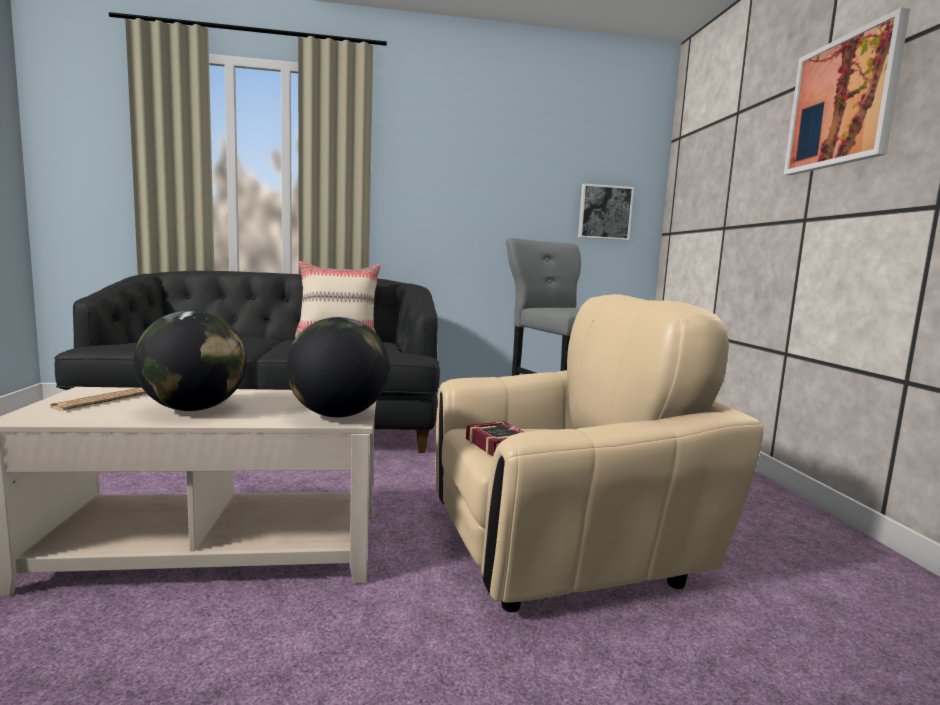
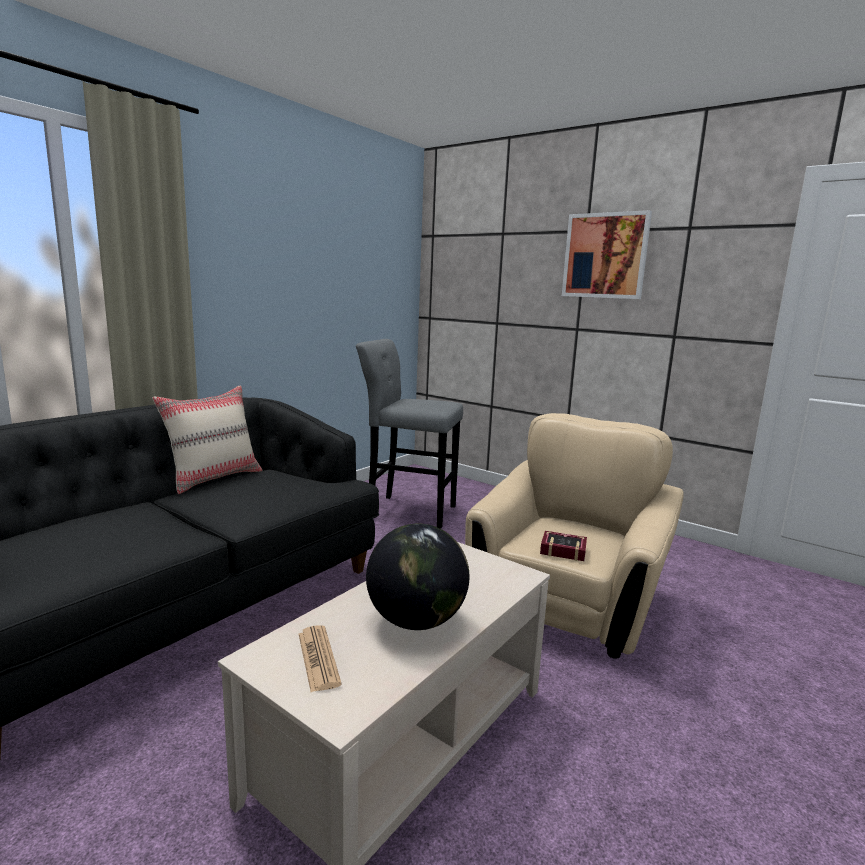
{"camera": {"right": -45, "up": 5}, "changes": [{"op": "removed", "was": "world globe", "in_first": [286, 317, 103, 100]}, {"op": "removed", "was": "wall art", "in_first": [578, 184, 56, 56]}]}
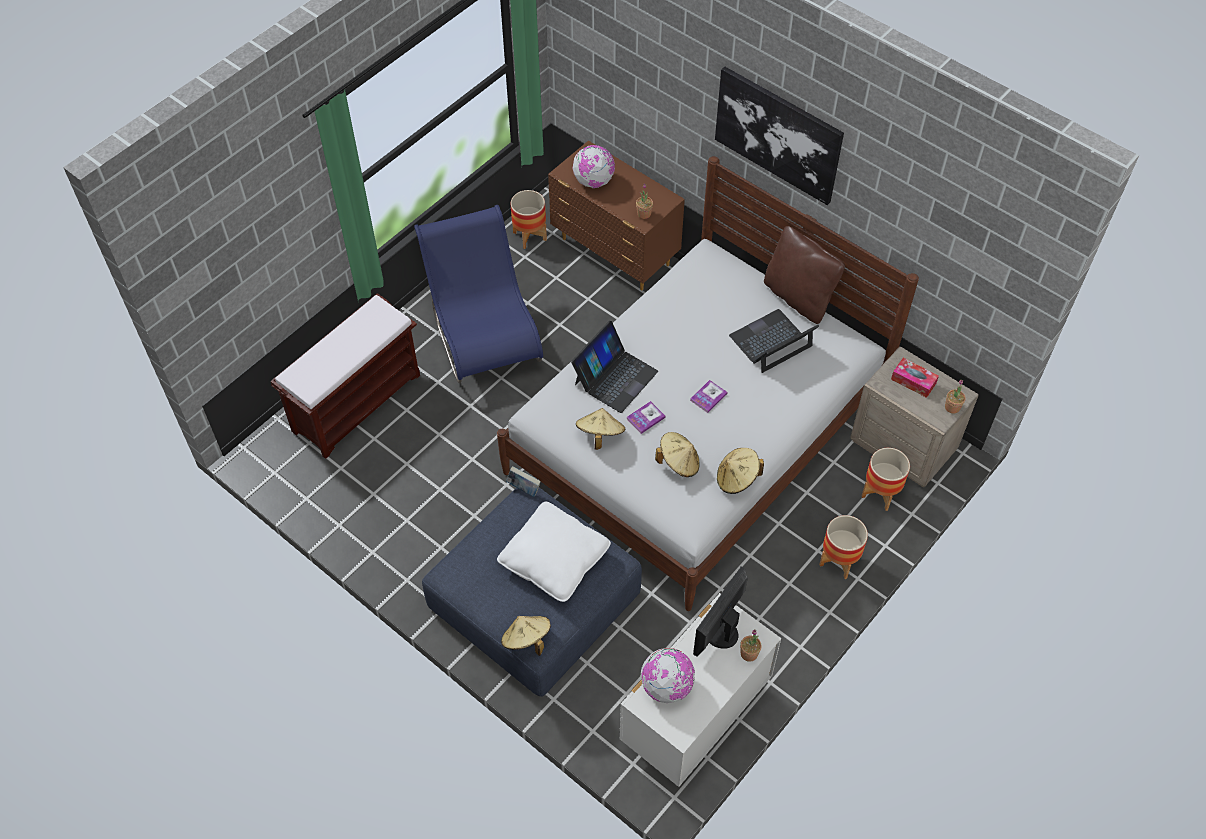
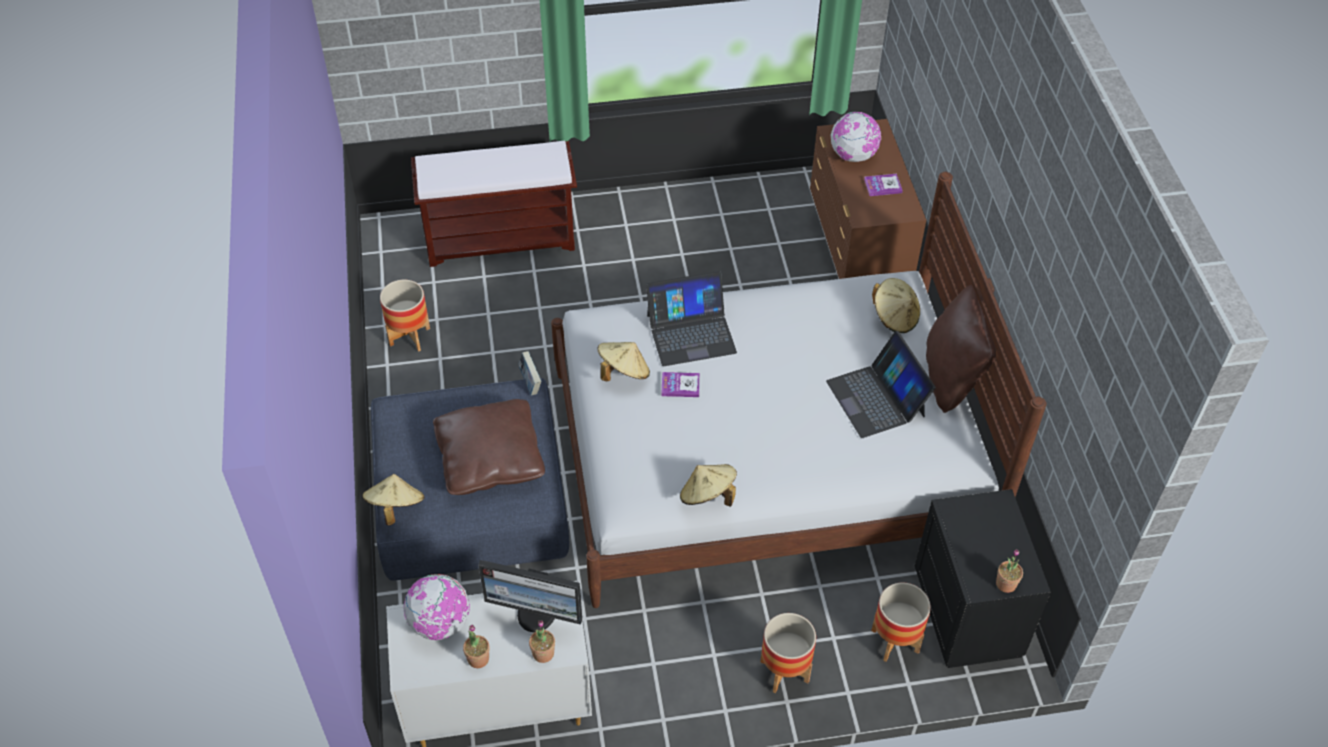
{"camera": {"right": 40, "up": -5}, "changes": [{"op": "removed", "was": "blue-coloured plain chair", "in_first": [414, 205, 129, 178]}, {"op": "recoloured", "was": "white-coloured throw pillow", "now": "brown-coloured throw pillow", "in_first": [497, 502, 114, 100], "in_second": [433, 399, 112, 96]}, {"op": "moved", "was": "plant pot", "in_first": [510, 190, 37, 59], "in_second": [380, 280, 50, 72]}, {"op": "moved", "was": "potted plant", "in_first": [636, 184, 17, 35], "in_second": [463, 625, 26, 43]}, {"op": "moved", "was": "beige wearable hat", "in_first": [655, 432, 45, 45], "in_second": [872, 278, 48, 55]}, {"op": "moved", "was": "volume", "in_first": [690, 380, 37, 33], "in_second": [864, 174, 39, 22]}, {"op": "turned", "was": "computer display", "in_first": [693, 567, 55, 89], "in_second": [478, 560, 104, 72], "clockwise": -150}, {"op": "removed", "was": "wall art", "in_first": [715, 67, 129, 138]}, {"op": "turned", "was": "notebook computer", "in_first": [729, 309, 90, 64], "in_second": [826, 331, 110, 107], "clockwise": -120}, {"op": "recoloured", "was": "beige bedside table", "now": "black-coloured bedside table", "in_first": [850, 346, 129, 142], "in_second": [915, 489, 136, 179]}, {"op": "removed", "was": "tissue holder", "in_first": [891, 358, 48, 40]}]}
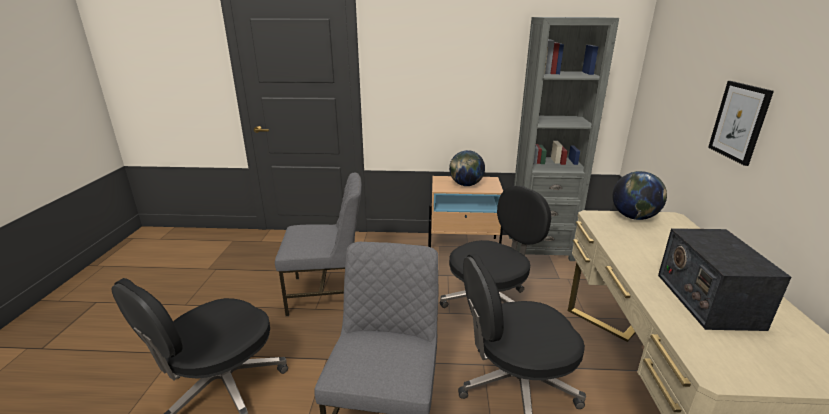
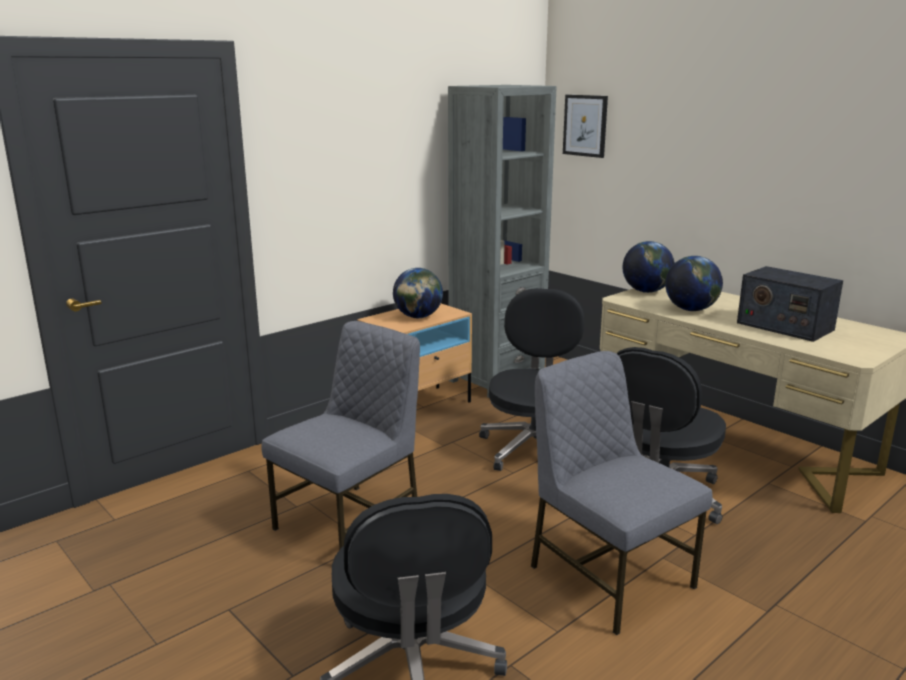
{"camera": {"right": -45, "up": -5}, "changes": [{"op": "moved", "was": "wall art", "in_first": [708, 81, 66, 85], "in_second": [563, 95, 45, 63]}, {"op": "added", "now": "world globe", "in_second": [665, 256, 58, 55]}]}
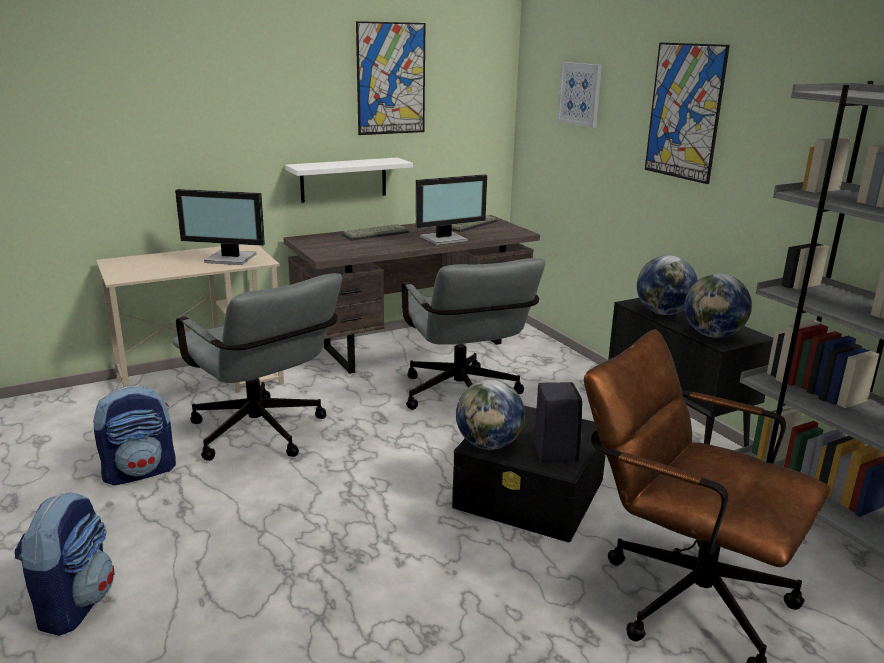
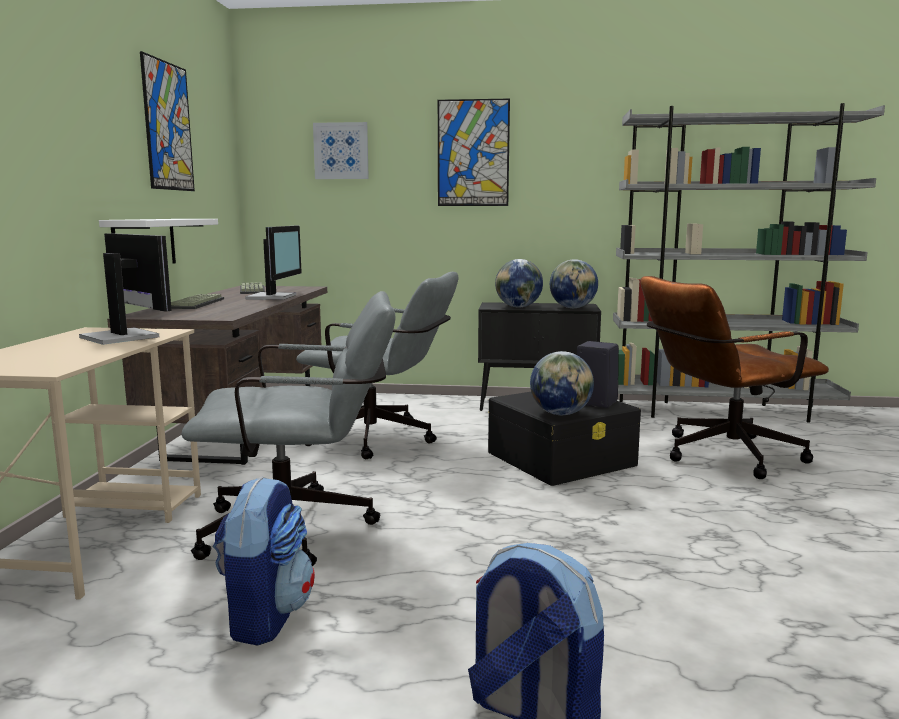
{"camera": {"right": -55, "up": -10}, "changes": [{"op": "turned", "was": "computer display", "in_first": [175, 189, 90, 76], "in_second": [79, 233, 93, 112], "clockwise": -90}]}
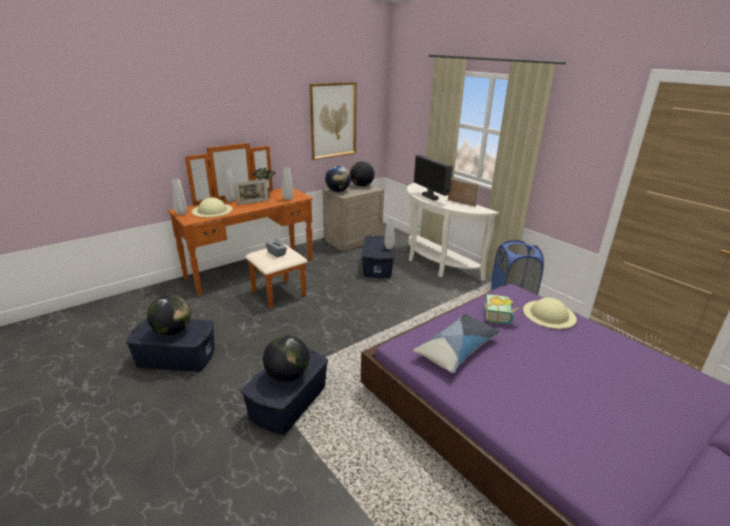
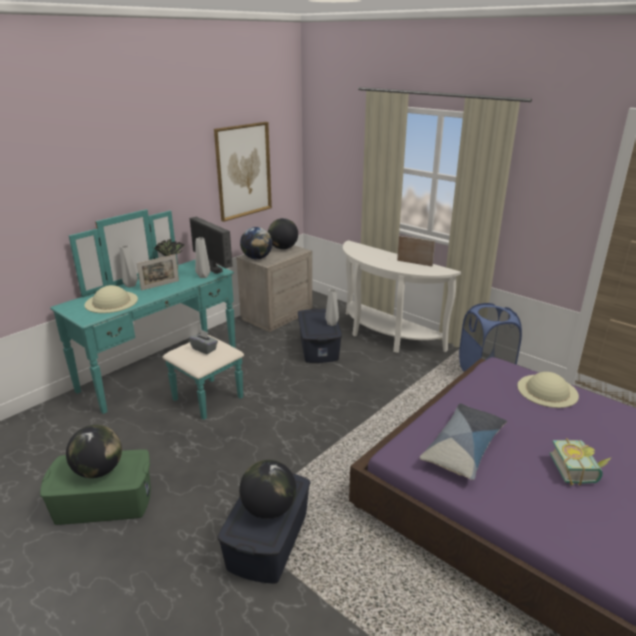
{"camera": {"right": -10, "up": 0}, "changes": [{"op": "recoloured", "was": "blue-coloured storage box", "now": "green-coloured storage box", "in_first": [126, 319, 89, 53], "in_second": [40, 449, 111, 76]}, {"op": "recoloured", "was": "brown-coloured dresser", "now": "turquoise dresser", "in_first": [168, 143, 145, 166], "in_second": [50, 209, 194, 211]}, {"op": "removed", "was": "grey vase", "in_first": [172, 179, 15, 36]}, {"op": "moved", "was": "computer display", "in_first": [414, 155, 39, 46], "in_second": [190, 217, 43, 57]}, {"op": "moved", "was": "volume", "in_first": [485, 294, 38, 30], "in_second": [550, 438, 62, 48]}]}
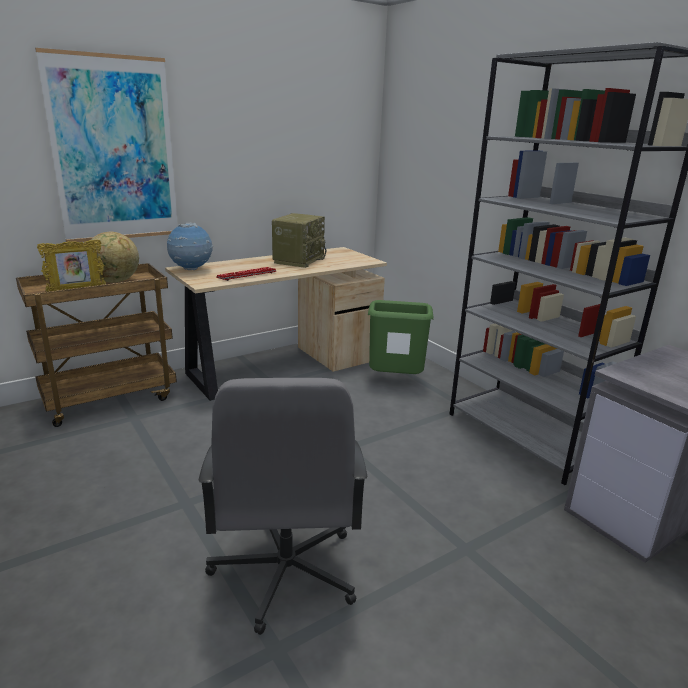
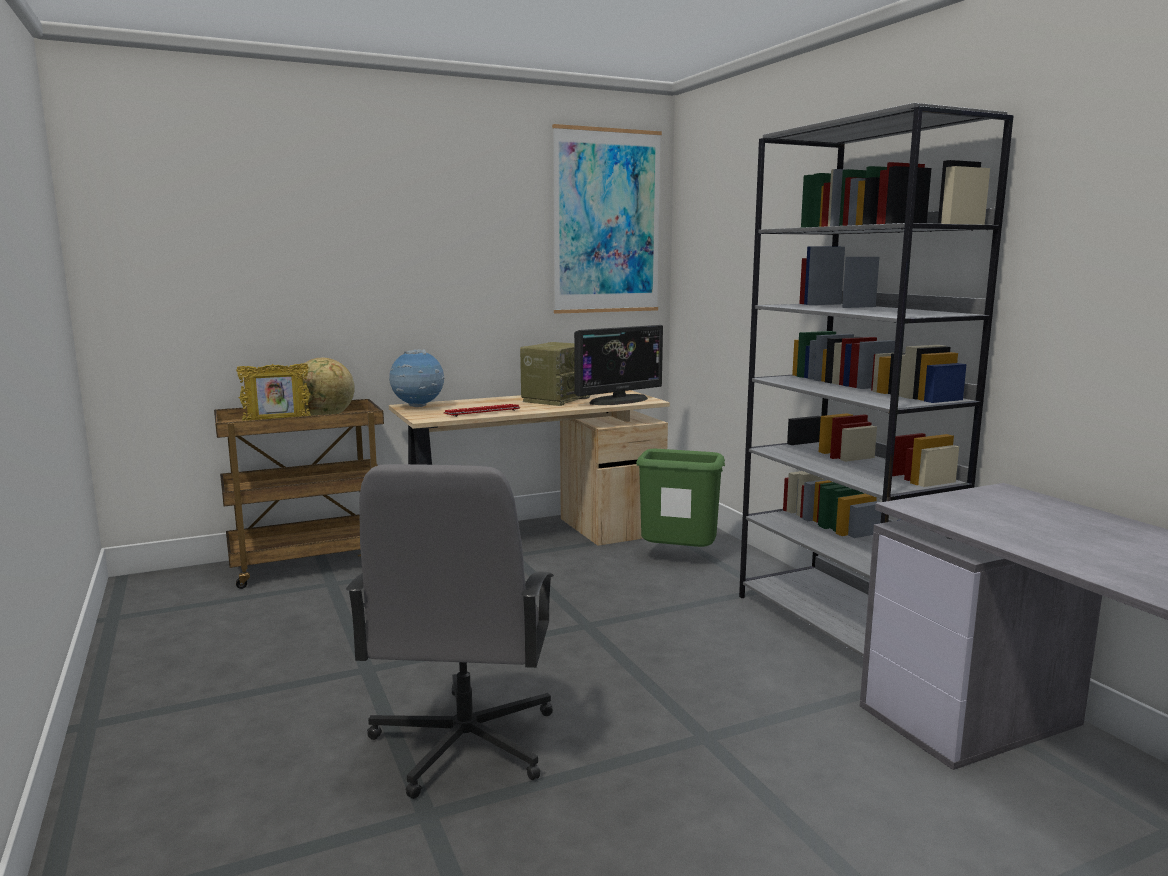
{"camera": {"right": 10, "up": -10}, "changes": [{"op": "moved", "was": "wall art", "in_first": [35, 48, 143, 194], "in_second": [552, 124, 110, 190]}, {"op": "added", "now": "computer display", "in_second": [574, 325, 89, 80]}]}
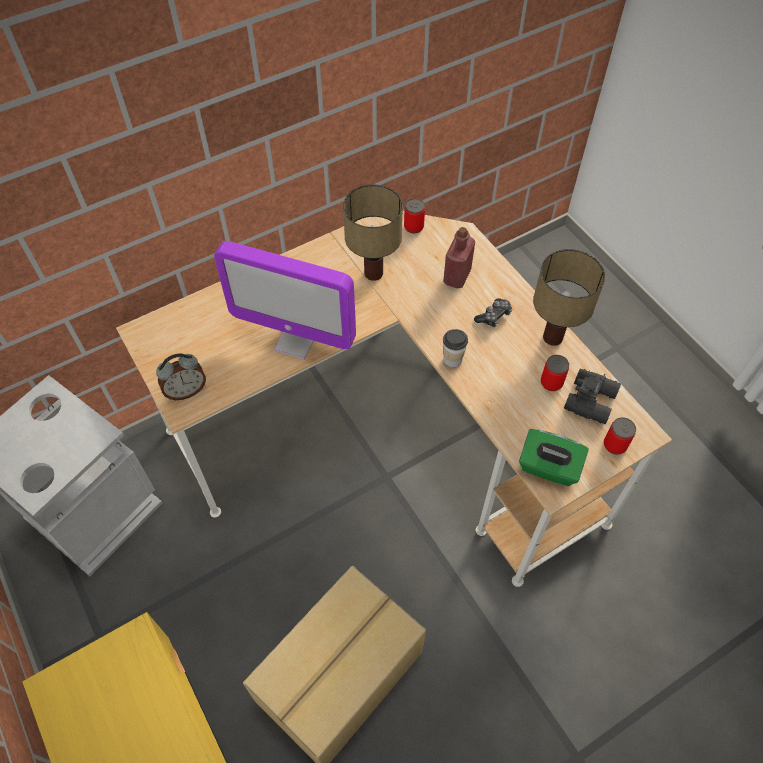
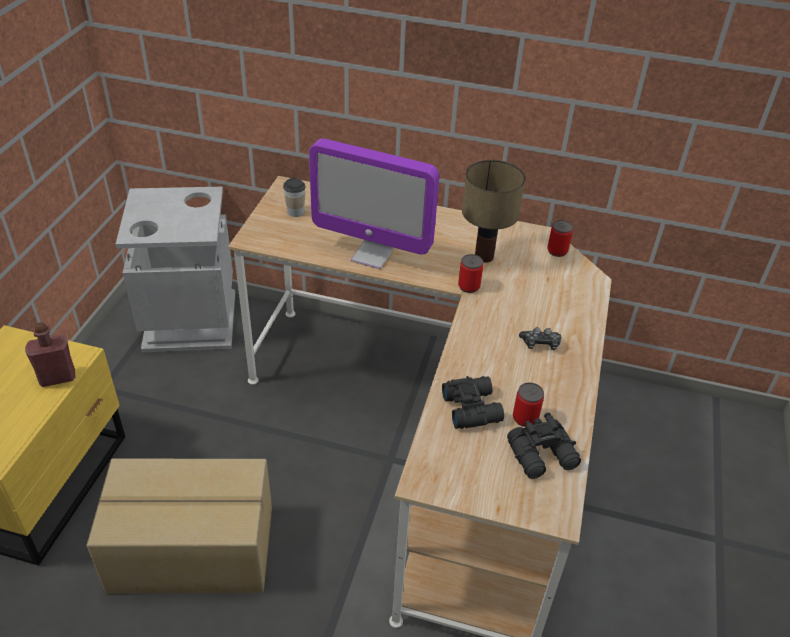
{"camera": {"right": 45, "up": -15}, "changes": [{"op": "removed", "was": "alarm clock", "in_first": [156, 353, 50, 47]}, {"op": "turned", "was": "computer display", "in_first": [214, 241, 142, 118], "in_second": [309, 138, 130, 131], "clockwise": -45}, {"op": "moved", "was": "reddish drink bottle", "in_first": [443, 227, 32, 61], "in_second": [25, 322, 51, 65]}, {"op": "moved", "was": "cup", "in_first": [443, 329, 25, 38], "in_second": [283, 178, 23, 39]}, {"op": "removed", "was": "green-coloured tissue holder", "in_first": [519, 429, 70, 57]}, {"op": "removed", "was": "tabletop lamp", "in_first": [533, 249, 72, 97]}, {"op": "moved", "was": "can", "in_first": [604, 417, 32, 37], "in_second": [458, 254, 25, 39]}, {"op": "added", "now": "black-coloured pair of binoculars", "in_second": [442, 376, 62, 53]}]}
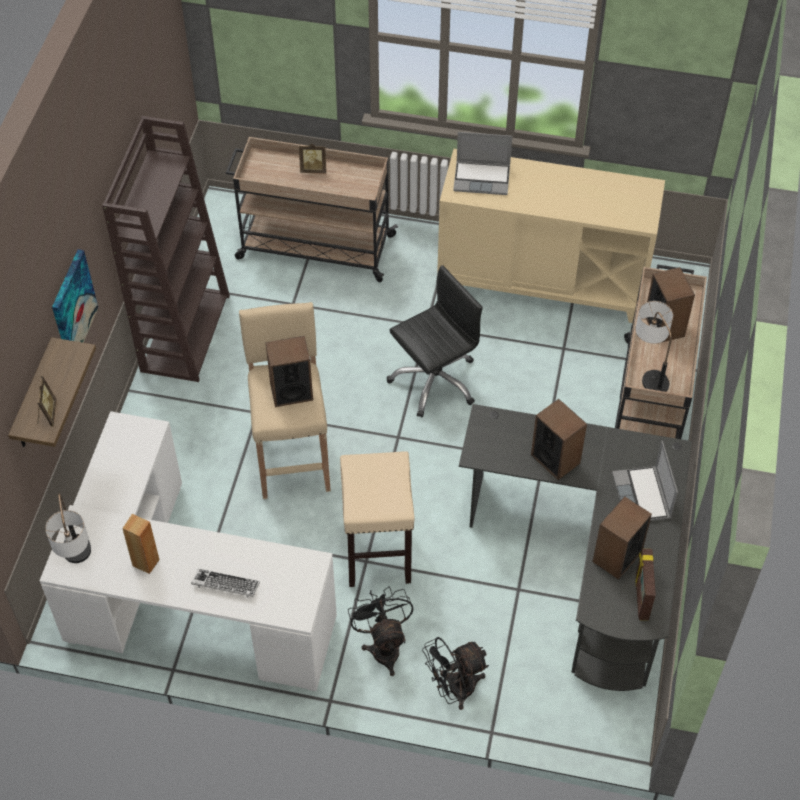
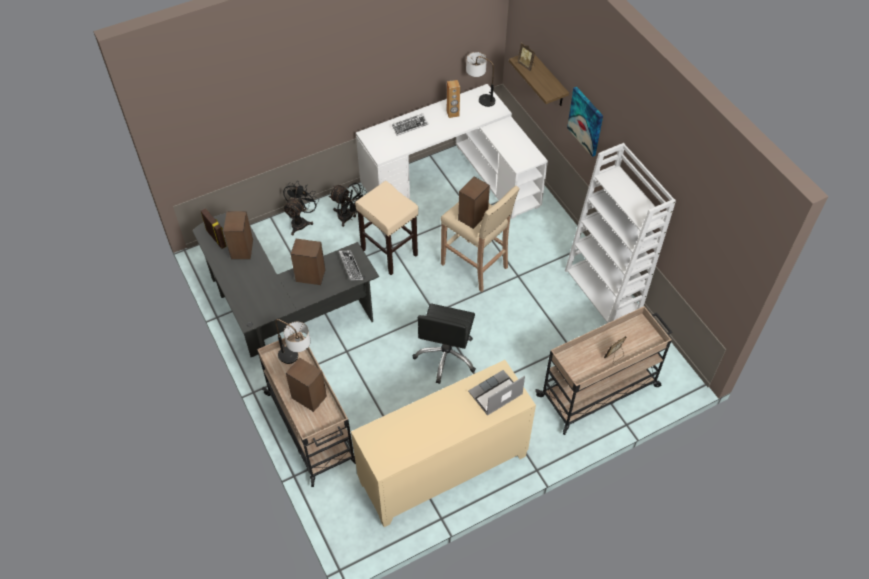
{"camera": {"right": 140, "up": 0}, "changes": [{"op": "recoloured", "was": "brown-coloured bookshelf", "now": "white-coloured bookshelf", "in_first": [102, 116, 128, 266], "in_second": [565, 143, 111, 180]}, {"op": "removed", "was": "notebook computer", "in_first": [612, 441, 66, 80]}, {"op": "added", "now": "keyboard", "in_second": [338, 250, 25, 31]}]}
